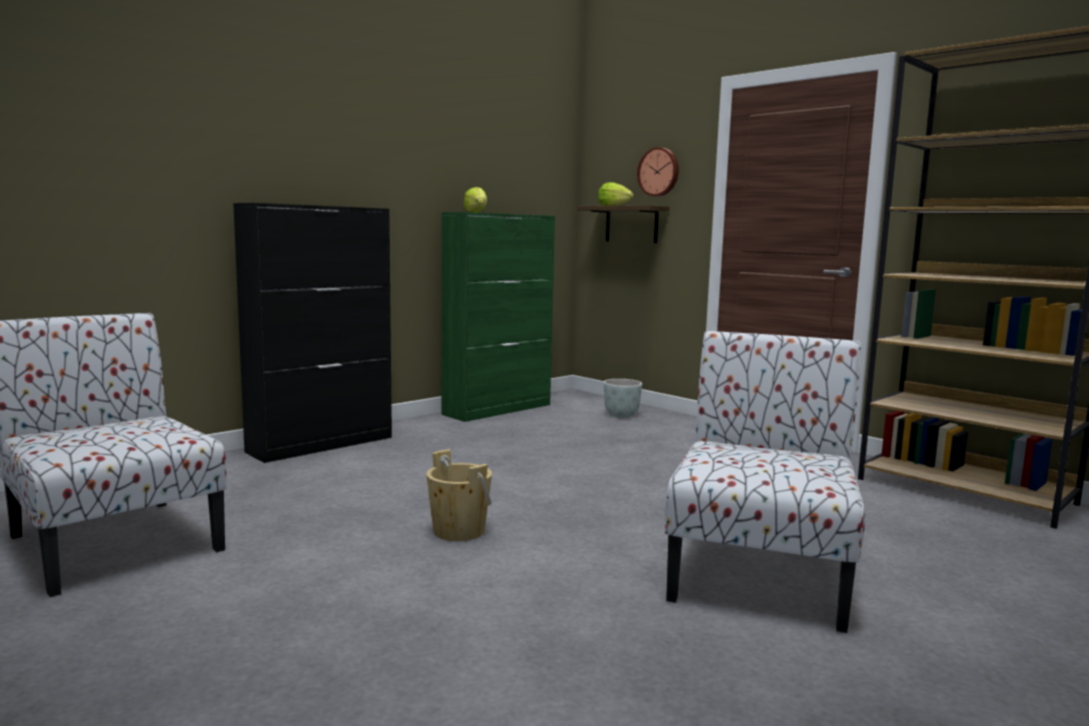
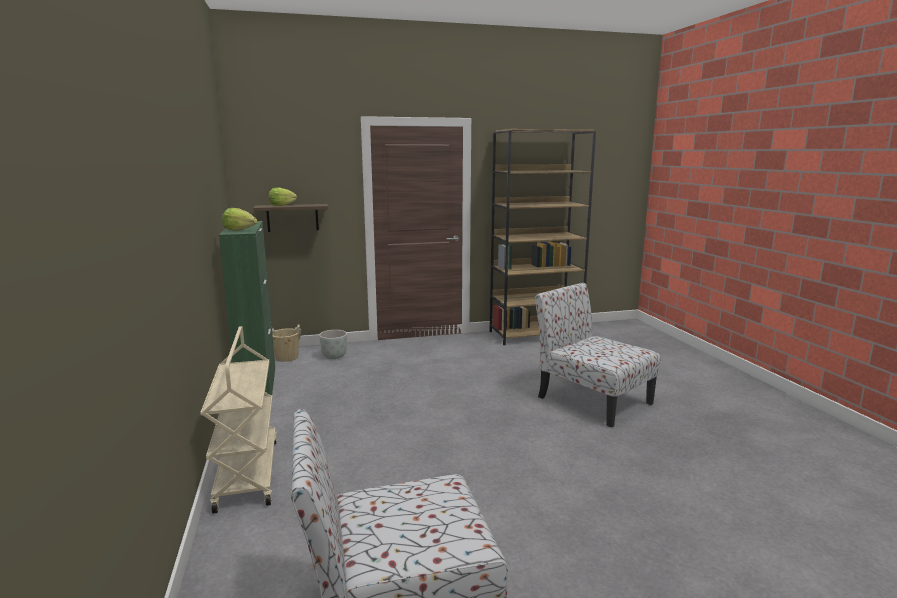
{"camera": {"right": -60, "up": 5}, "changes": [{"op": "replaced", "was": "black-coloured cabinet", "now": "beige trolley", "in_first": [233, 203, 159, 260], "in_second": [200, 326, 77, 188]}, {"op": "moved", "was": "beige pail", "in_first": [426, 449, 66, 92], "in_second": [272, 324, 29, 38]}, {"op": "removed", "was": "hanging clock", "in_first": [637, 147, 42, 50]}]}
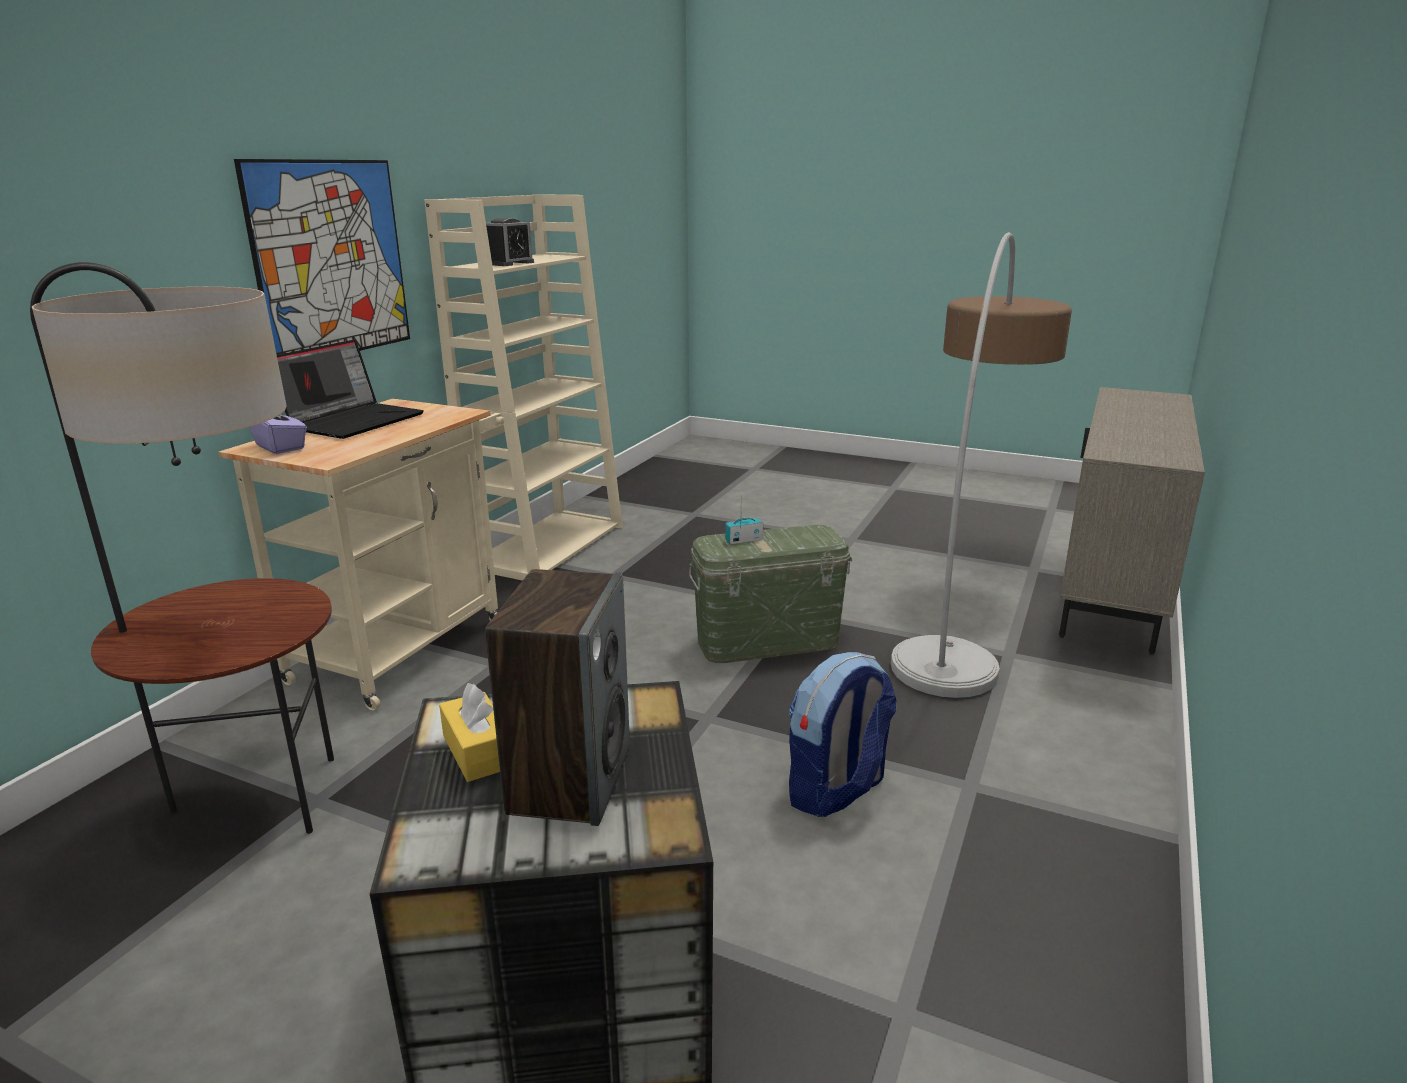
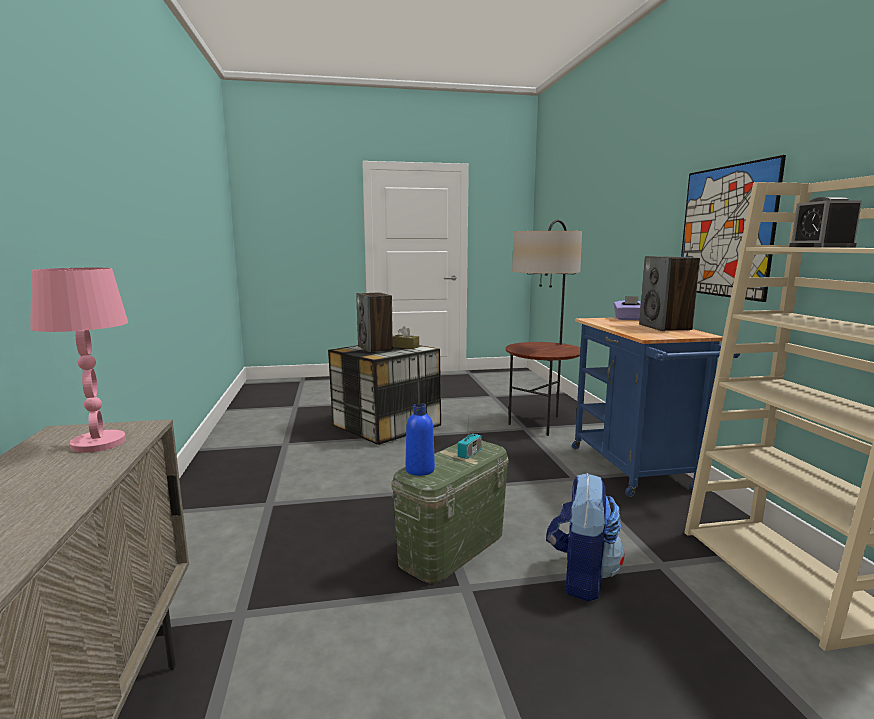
{"camera": {"right": 145, "up": -10}, "changes": [{"op": "recoloured", "was": "beige trolley", "now": "blue-coloured trolley", "in_first": [219, 399, 285, 312], "in_second": [572, 317, 168, 180]}, {"op": "replaced", "was": "notebook computer", "now": "audio speaker", "in_first": [277, 339, 147, 100], "in_second": [639, 256, 61, 75]}, {"op": "recoloured", "was": "yellowish tissue holder", "now": "brown-coloured tissue holder", "in_first": [439, 683, 61, 99], "in_second": [393, 326, 26, 23]}, {"op": "moved", "was": "backpack", "in_first": [789, 652, 108, 165], "in_second": [546, 473, 78, 129]}, {"op": "removed", "was": "standard lamp", "in_first": [891, 232, 181, 466]}, {"op": "added", "now": "pinkish tabletop lamp", "in_second": [30, 268, 98, 185]}, {"op": "added", "now": "blue-coloured drink bottle", "in_second": [405, 403, 30, 73]}]}
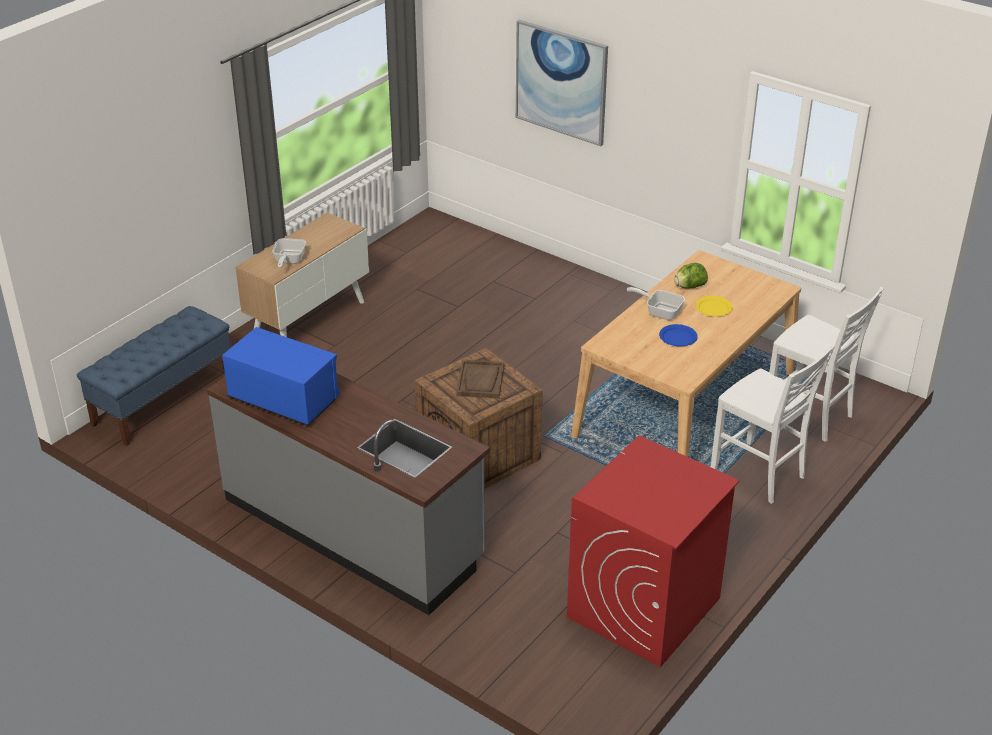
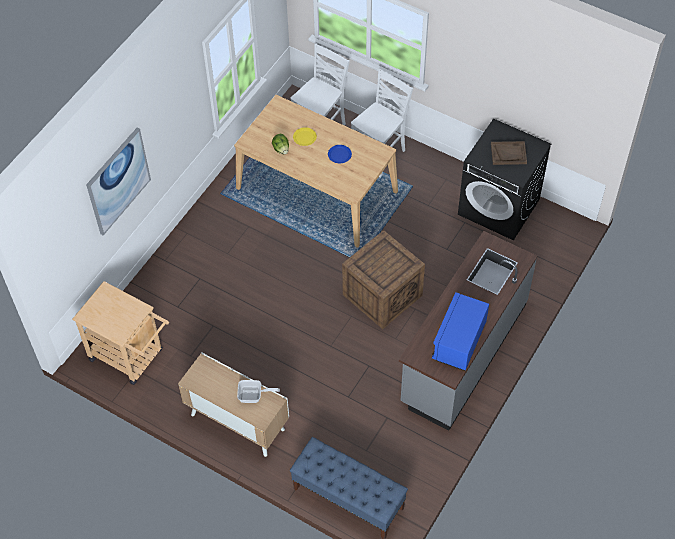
{"camera": {"right": -95, "up": 20}, "changes": [{"op": "moved", "was": "brown-coloured tray", "in_first": [457, 360, 47, 38], "in_second": [491, 141, 36, 24]}, {"op": "recoloured", "was": "reddish washing machine", "now": "black-coloured washing machine", "in_first": [567, 435, 173, 232], "in_second": [458, 118, 93, 123]}, {"op": "removed", "was": "frying pan", "in_first": [626, 287, 59, 33]}, {"op": "added", "now": "beige trolley", "in_second": [72, 281, 97, 104]}]}
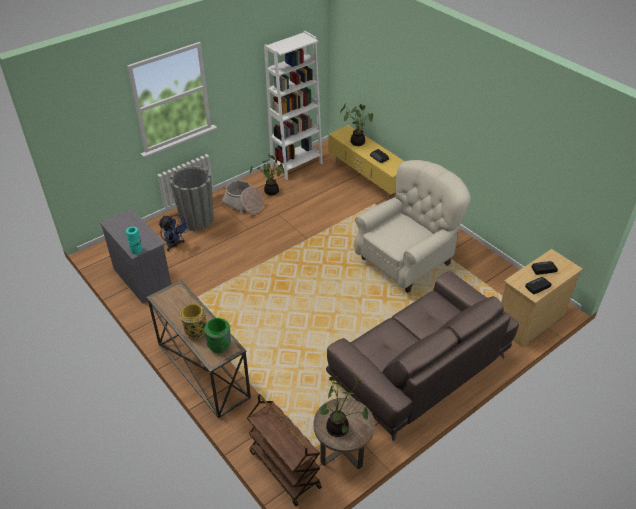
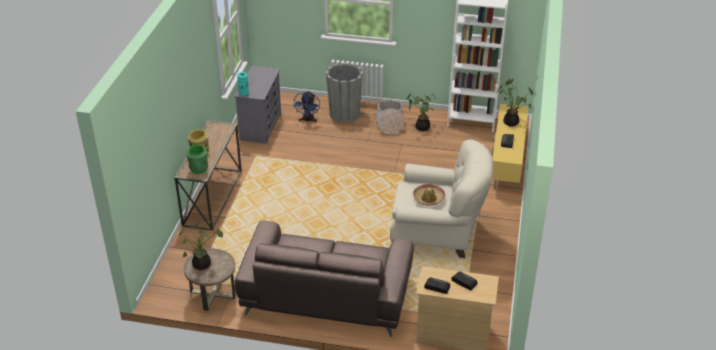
{"camera": {"right": 50, "up": -5}, "changes": [{"op": "removed", "was": "brown-coloured trolley", "in_first": [247, 394, 75, 112]}, {"op": "added", "now": "wearable hat", "in_second": [413, 184, 32, 22]}]}
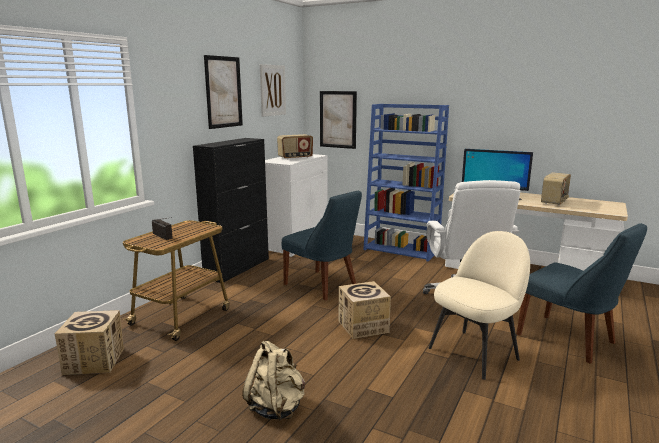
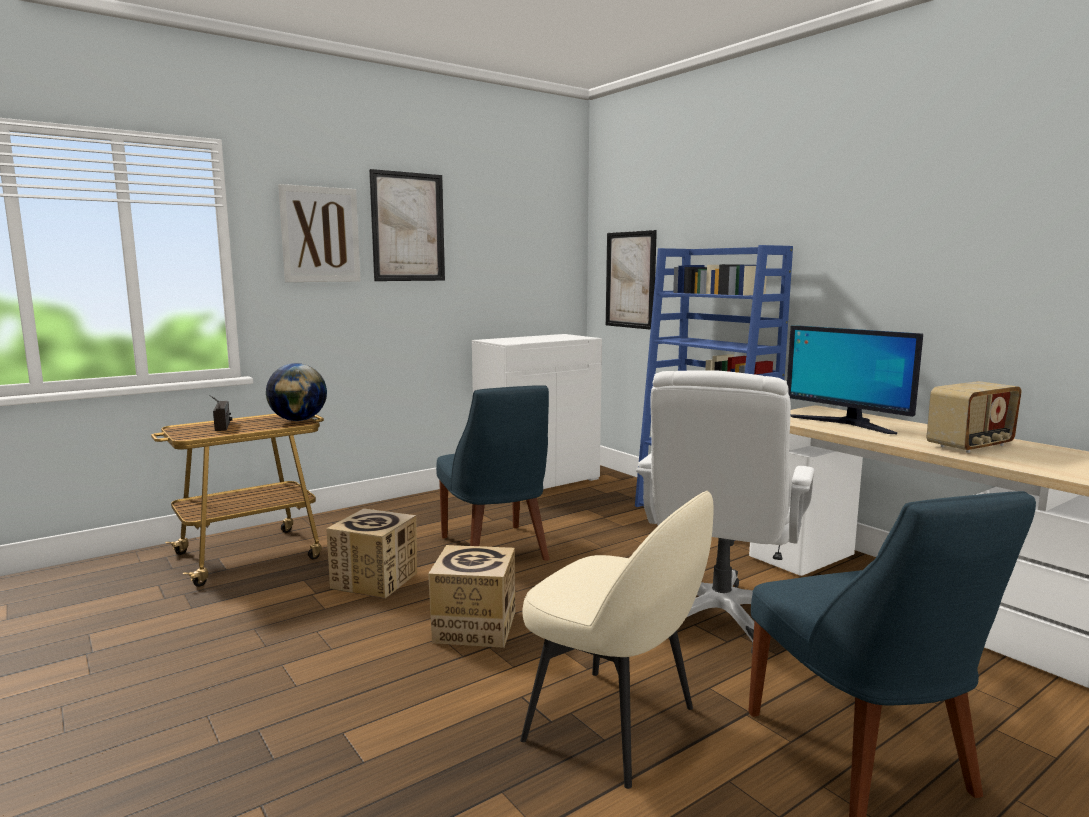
{"camera": {"right": 25, "up": -5}, "changes": [{"op": "moved", "was": "cardboard box", "in_first": [55, 310, 69, 65], "in_second": [326, 508, 91, 90]}, {"op": "removed", "was": "black-coloured cabinet", "in_first": [193, 138, 76, 145]}, {"op": "removed", "was": "beige backpack", "in_first": [242, 341, 63, 80]}, {"op": "moved", "was": "wall art", "in_first": [260, 64, 26, 53], "in_second": [278, 184, 83, 98]}, {"op": "removed", "was": "radio", "in_first": [277, 134, 36, 26]}, {"op": "turned", "was": "beige plain chair", "in_first": [429, 231, 101, 149], "in_second": [520, 491, 194, 298], "clockwise": 45}, {"op": "added", "now": "world globe", "in_second": [266, 363, 61, 58]}]}
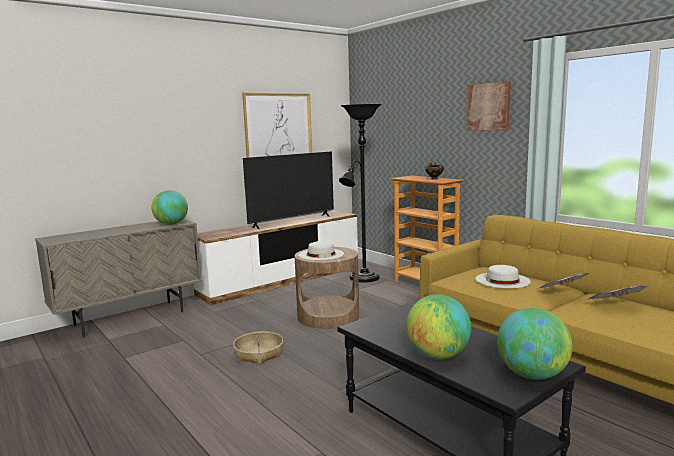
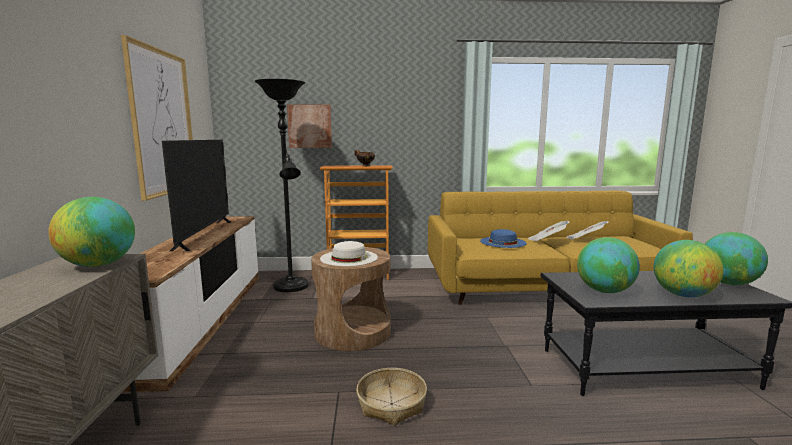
{"camera": {"right": -55, "up": 0}, "changes": [{"op": "moved", "was": "wall art", "in_first": [467, 81, 44, 50], "in_second": [287, 104, 45, 44]}, {"op": "recoloured", "was": "white-coloured wearable hat", "now": "blue-coloured wearable hat", "in_first": [476, 265, 55, 23], "in_second": [480, 229, 47, 19]}, {"op": "added", "now": "world globe", "in_second": [577, 237, 63, 56]}]}
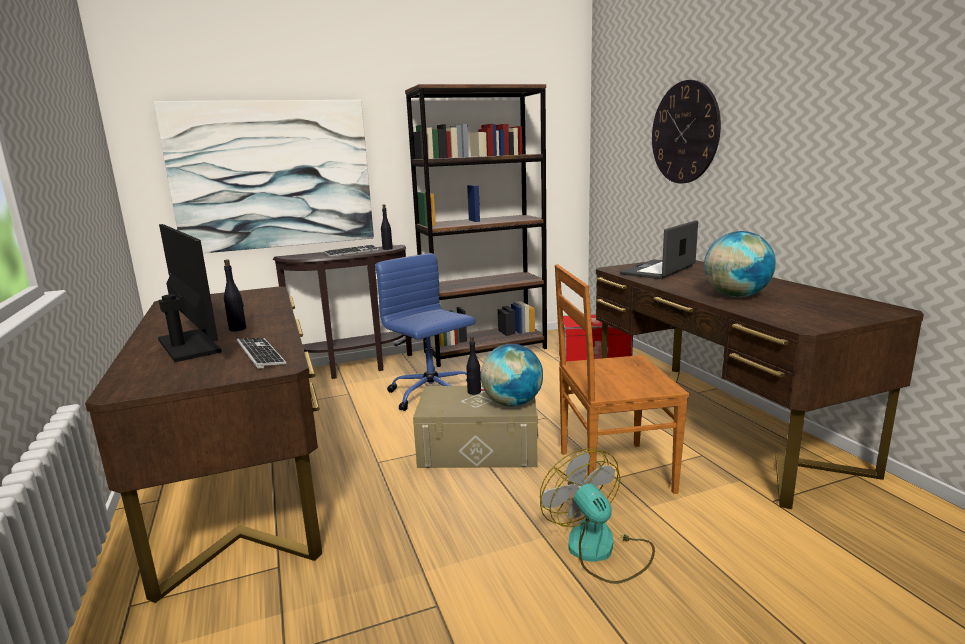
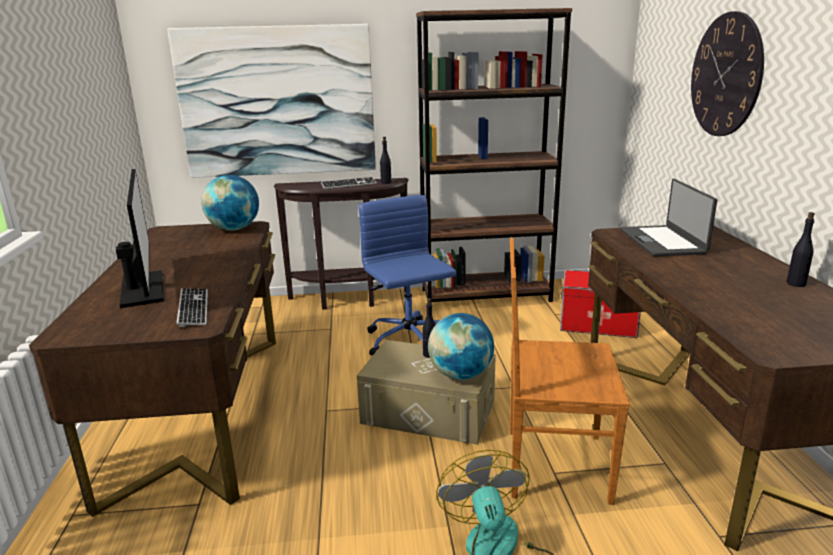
{"camera": {"right": 15, "up": 5}, "changes": [{"op": "moved", "was": "black-coloured drink bottle", "in_first": [224, 259, 22, 72], "in_second": [786, 212, 29, 75]}, {"op": "turned", "was": "notebook computer", "in_first": [620, 220, 78, 59], "in_second": [620, 179, 97, 77], "clockwise": -60}, {"op": "moved", "was": "world globe", "in_first": [704, 231, 72, 66], "in_second": [201, 175, 58, 56]}]}
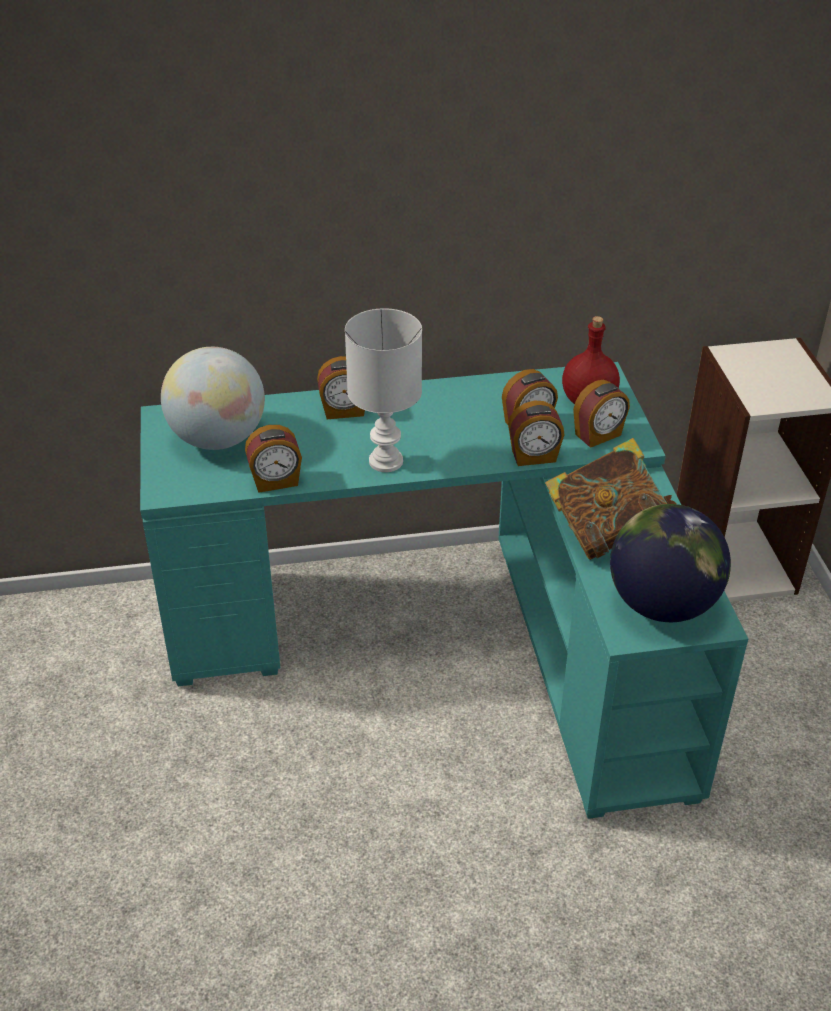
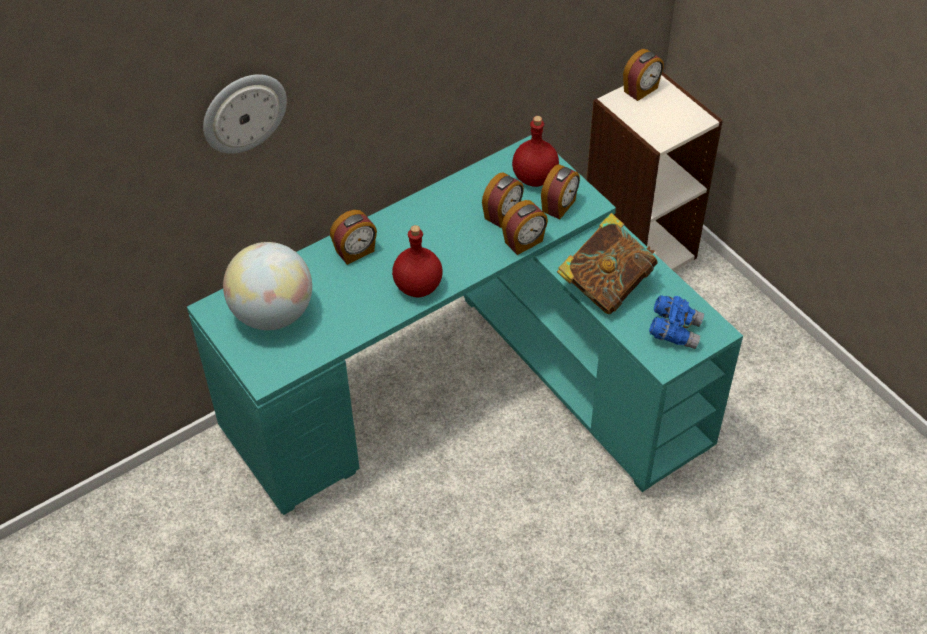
{"camera": {"right": -25, "up": 10}, "changes": [{"op": "moved", "was": "alarm clock", "in_first": [245, 425, 57, 68], "in_second": [623, 49, 41, 52]}, {"op": "replaced", "was": "white-coloured tabletop lamp", "now": "reddish drink bottle", "in_first": [345, 308, 77, 164], "in_second": [392, 225, 51, 72]}, {"op": "replaced", "was": "world globe", "now": "blue-coloured pair of binoculars", "in_first": [610, 504, 121, 118], "in_second": [649, 295, 55, 54]}, {"op": "added", "now": "hanging clock", "in_second": [203, 74, 84, 80]}]}
